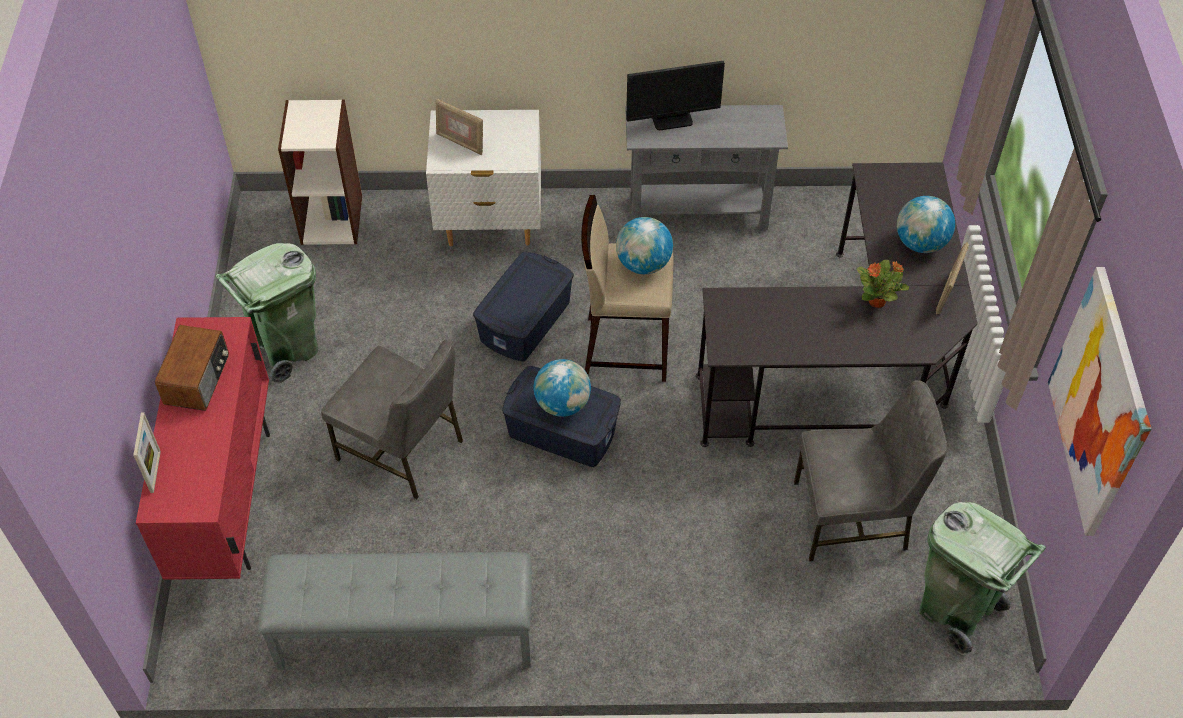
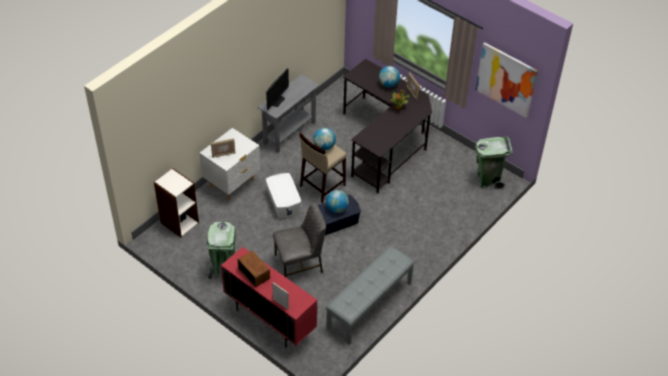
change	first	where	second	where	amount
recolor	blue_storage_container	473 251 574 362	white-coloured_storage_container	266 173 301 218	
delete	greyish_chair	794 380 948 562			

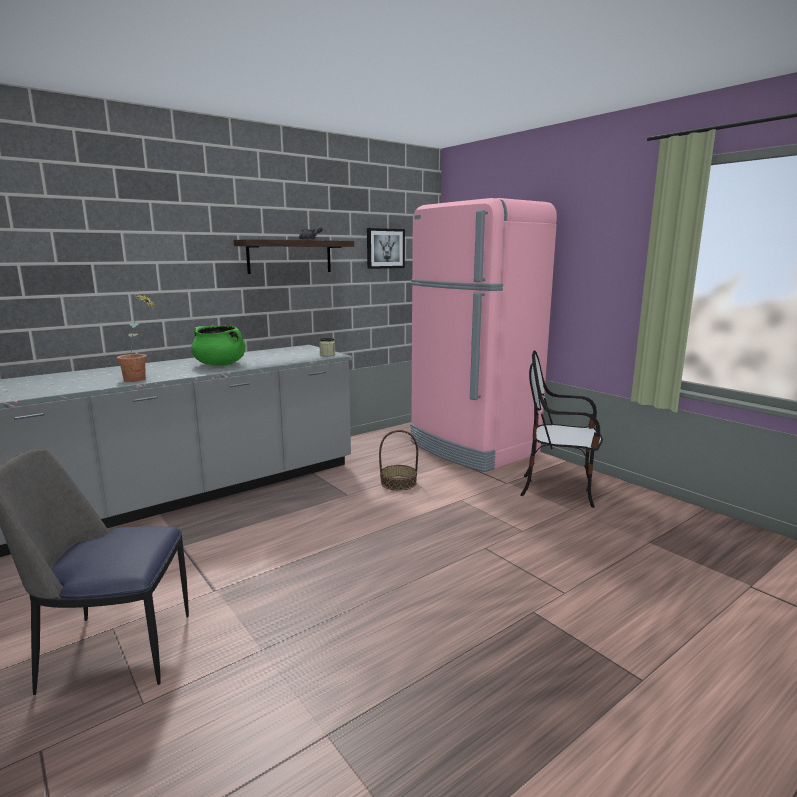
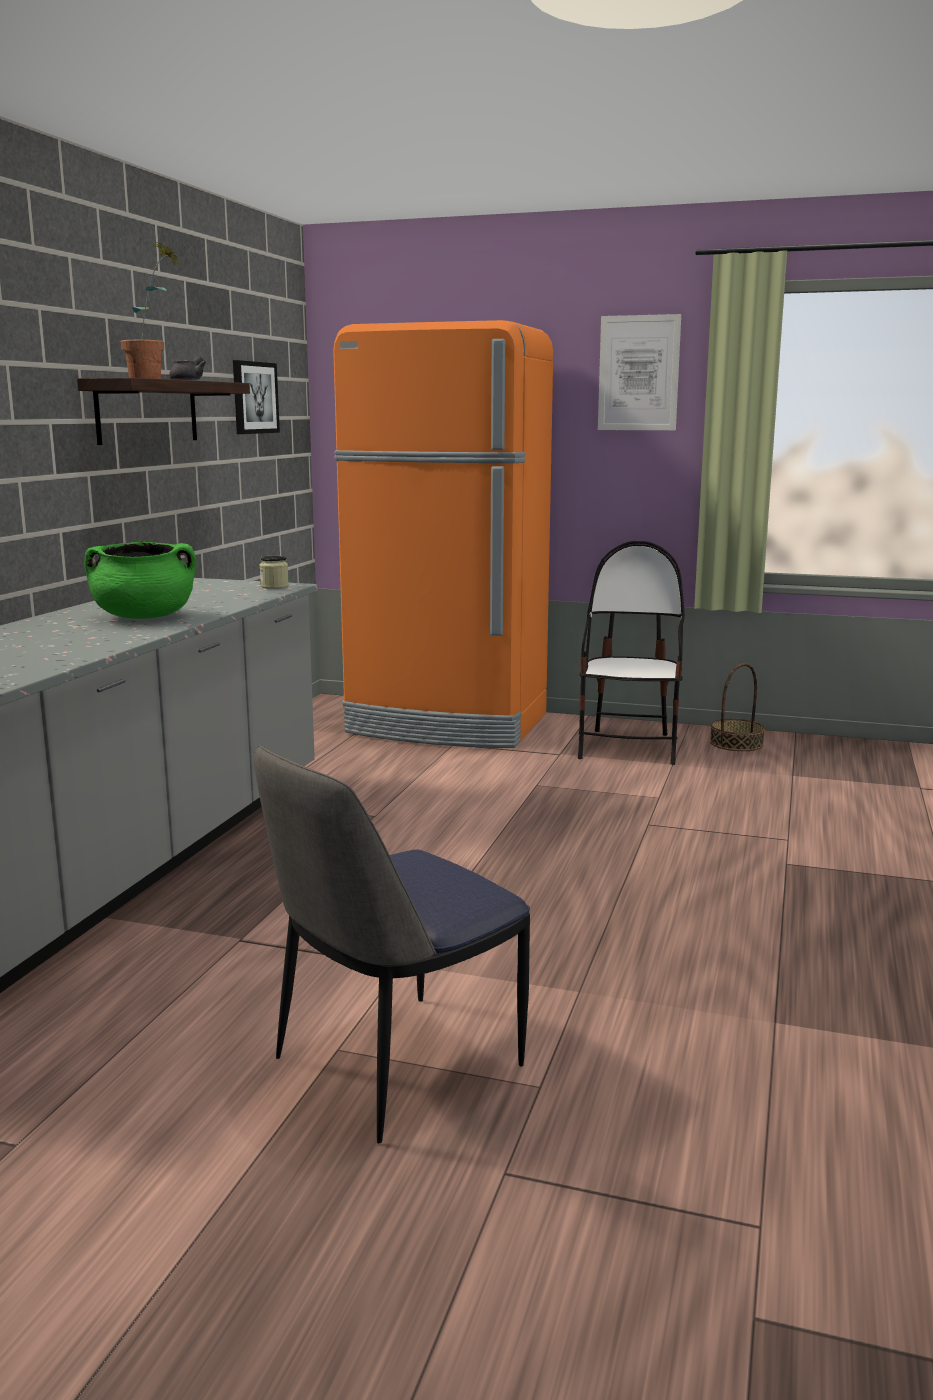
change	first	where	second	where	amount
move	plant_in_a_pot	117 293 155 382		121 239 183 379	
move	basket	379 430 418 491		710 663 765 751	
recolor	pinkish_fridge	410 198 557 472	orangey_fridge	333 320 553 748	
rotate	chair	520 350 603 508		578 541 685 765	120 degrees clockwise
insert			wall_art	598 314 681 430	

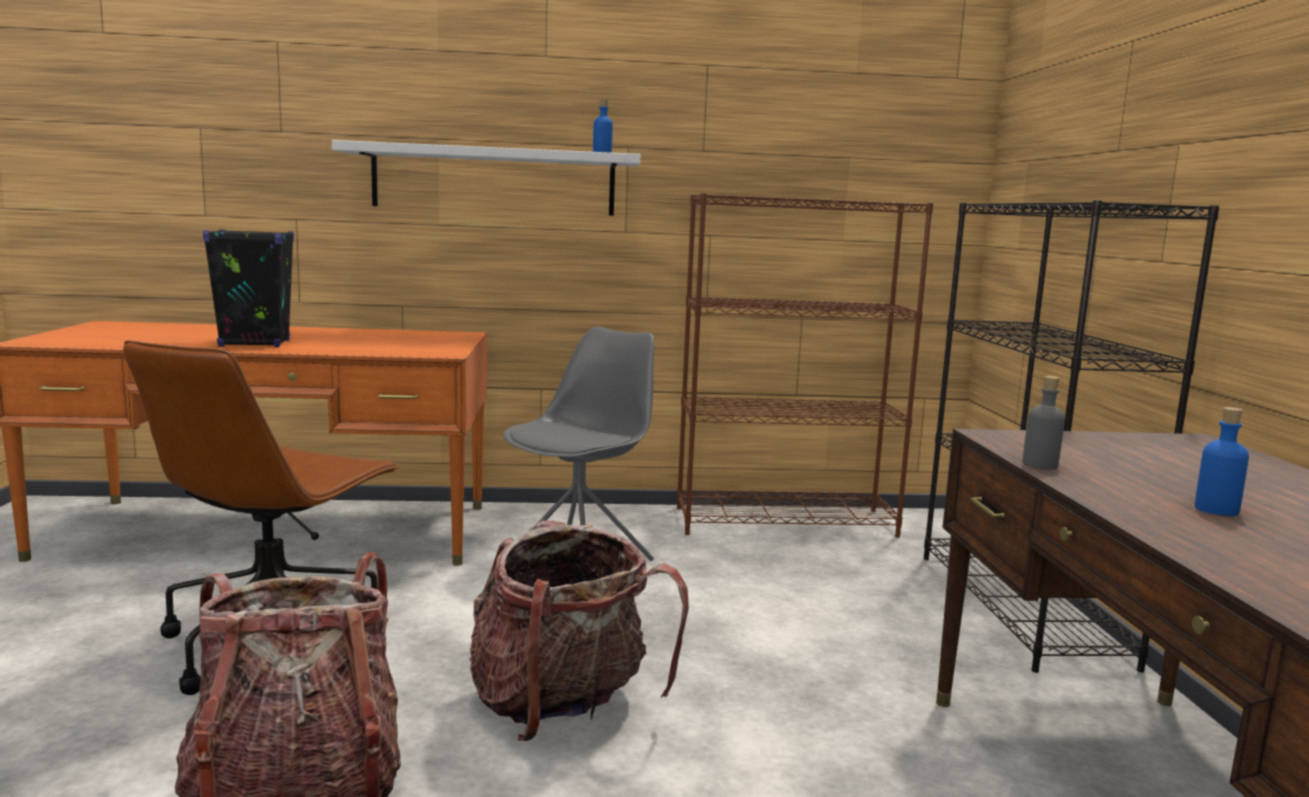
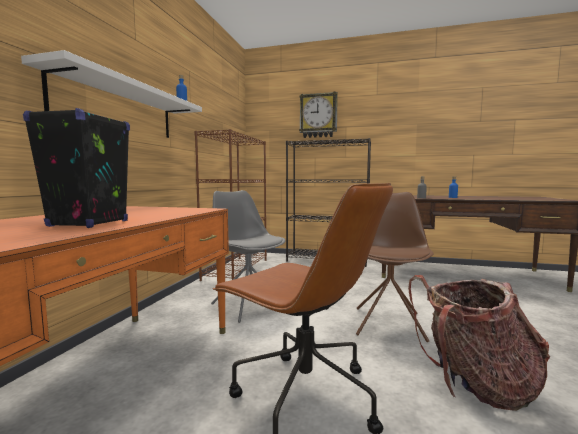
change	first	where	second	where	amount
replace	knapsack	469 520 689 741	brown-coloured_chair	356 192 434 342	
insert			hanging_clock	299 92 338 138	

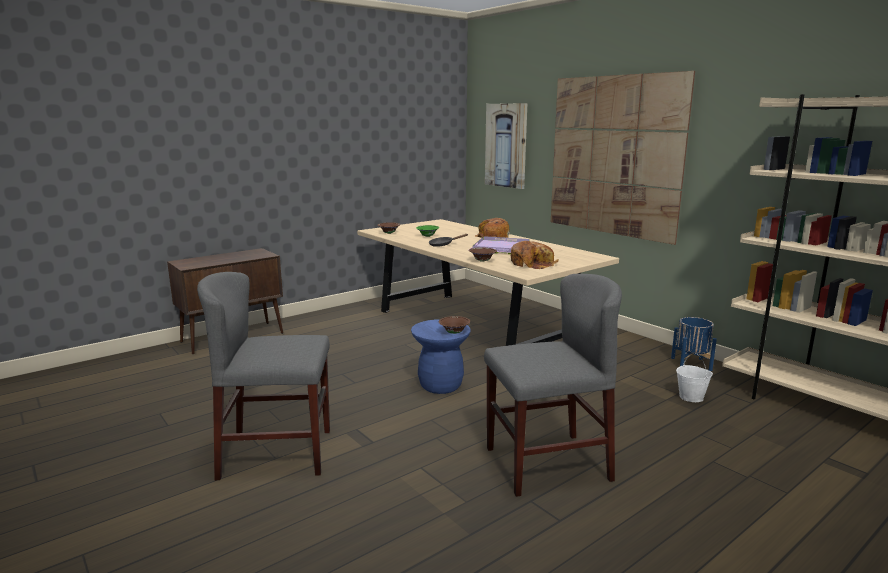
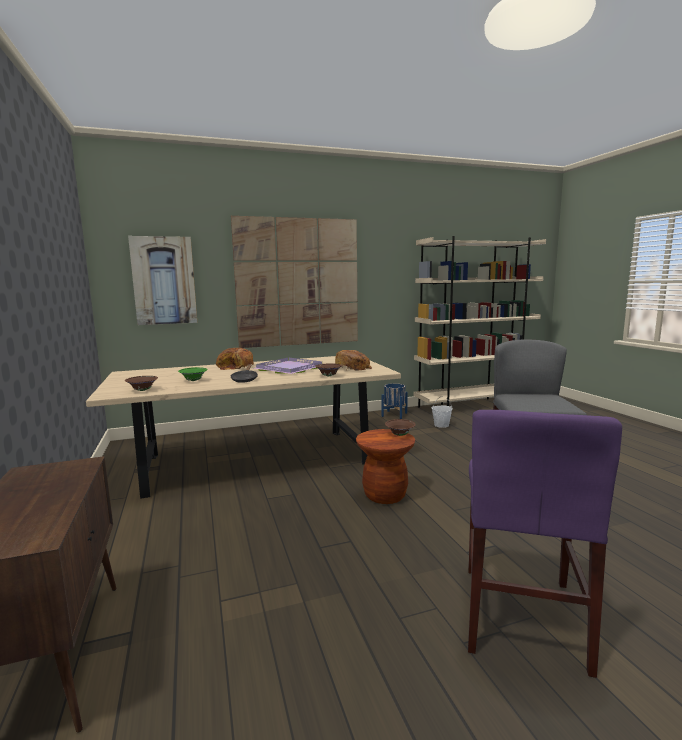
change	first	where	second	where	amount
recolor	greyish_chair	197 272 330 480	purple-coloured_chair	468 410 622 678	
recolor	blue_sitting_stool	411 319 471 394	brown-coloured_sitting_stool	356 429 415 504	

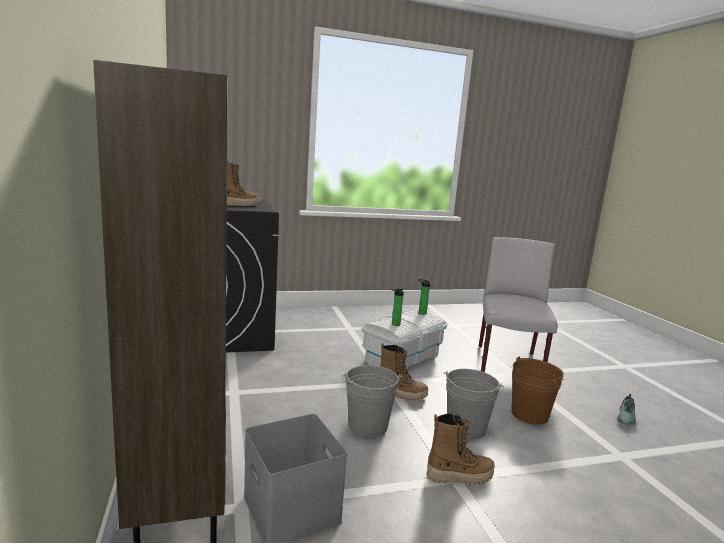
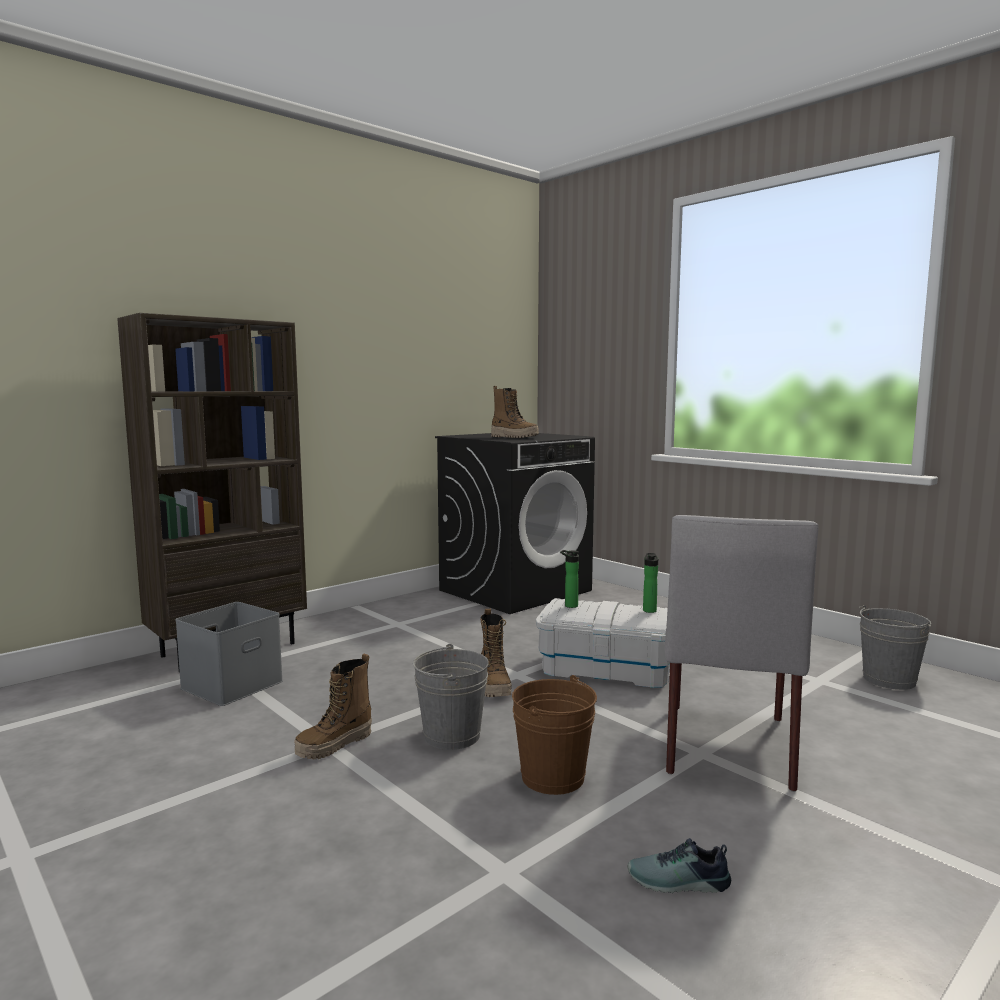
change	first	where	second	where	amount
move	greyish_water_bucket	343 365 403 437		859 605 931 690	
rotate	high-top_boot	427 413 495 485		294 654 372 760	75 degrees clockwise
rotate	greyish_chair	479 237 558 372		665 515 818 792	120 degrees clockwise

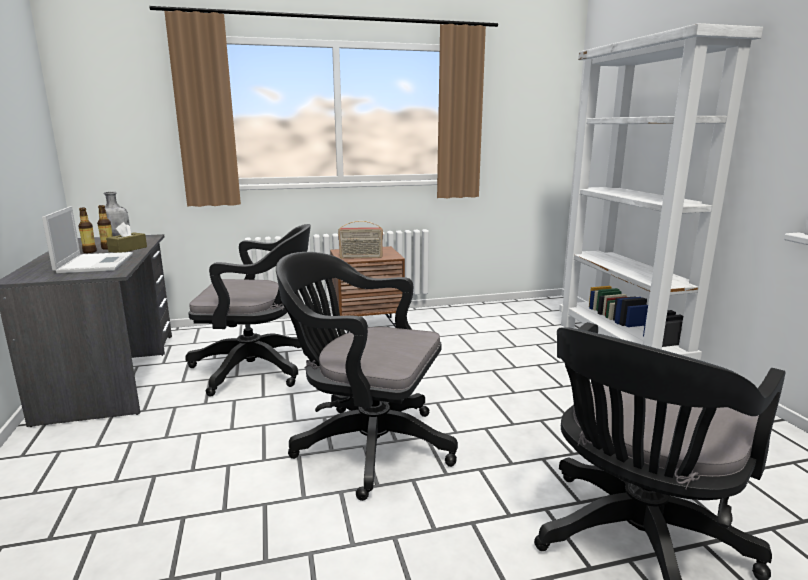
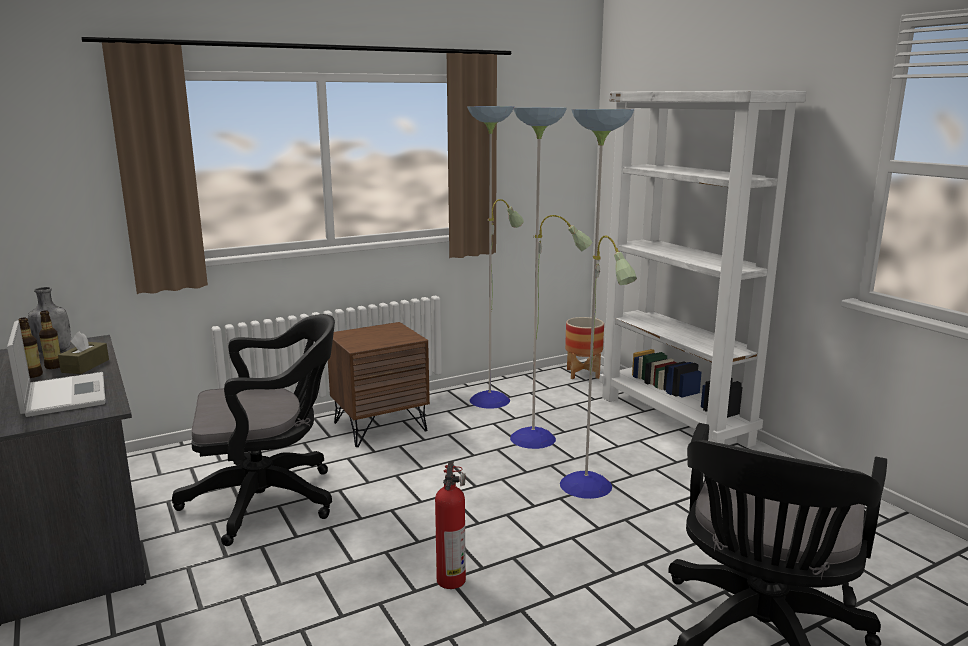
change	first	where	second	where	amount
replace	blackish_office_chair	276 252 458 501	extinguisher	435 461 466 589	
delete	radio_receiver	338 221 383 259			
insert			standard_lamp	467 106 637 499	
insert			plant_pot	565 317 604 379	

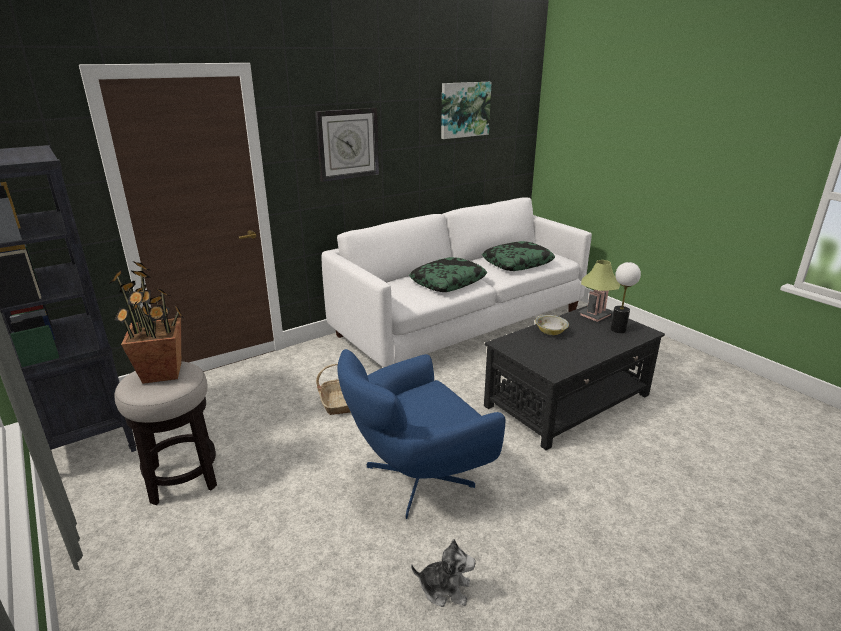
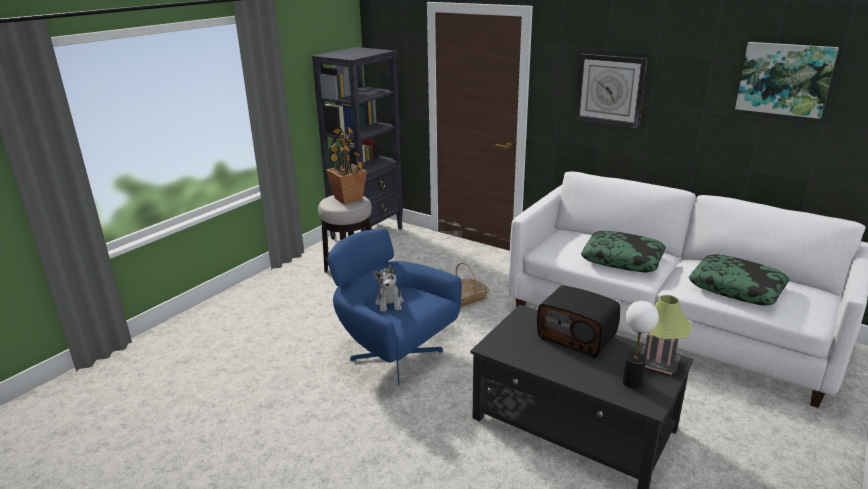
change	first	where	second	where	amount
move	plush_toy	411 539 475 607		373 264 404 312	
replace	serving_bowl	535 315 569 335	radio_receiver	537 285 620 358	

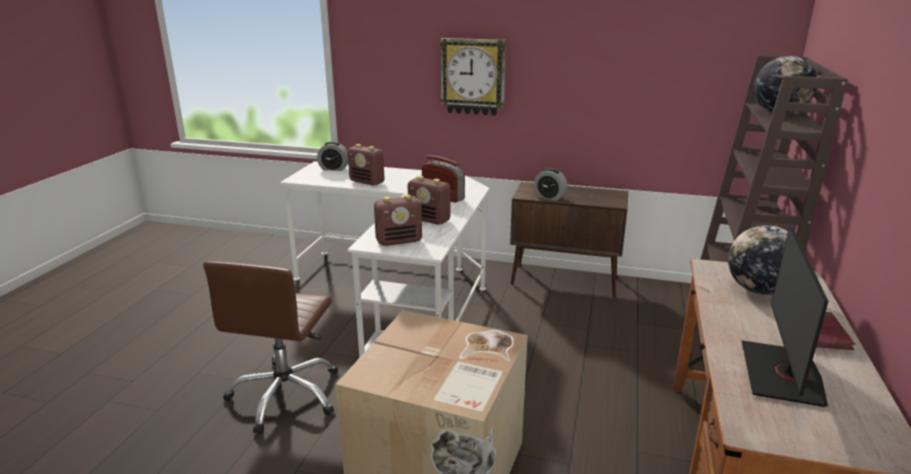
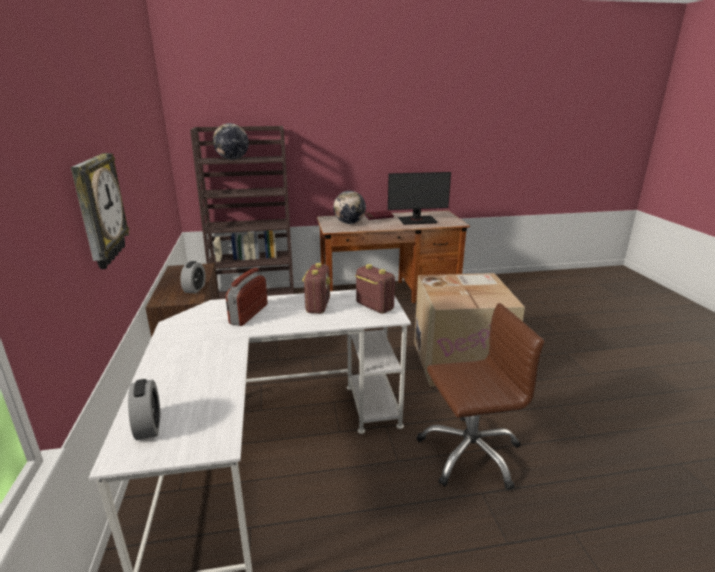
change	first	where	second	where	amount
delete	radio_receiver	348 144 384 186			

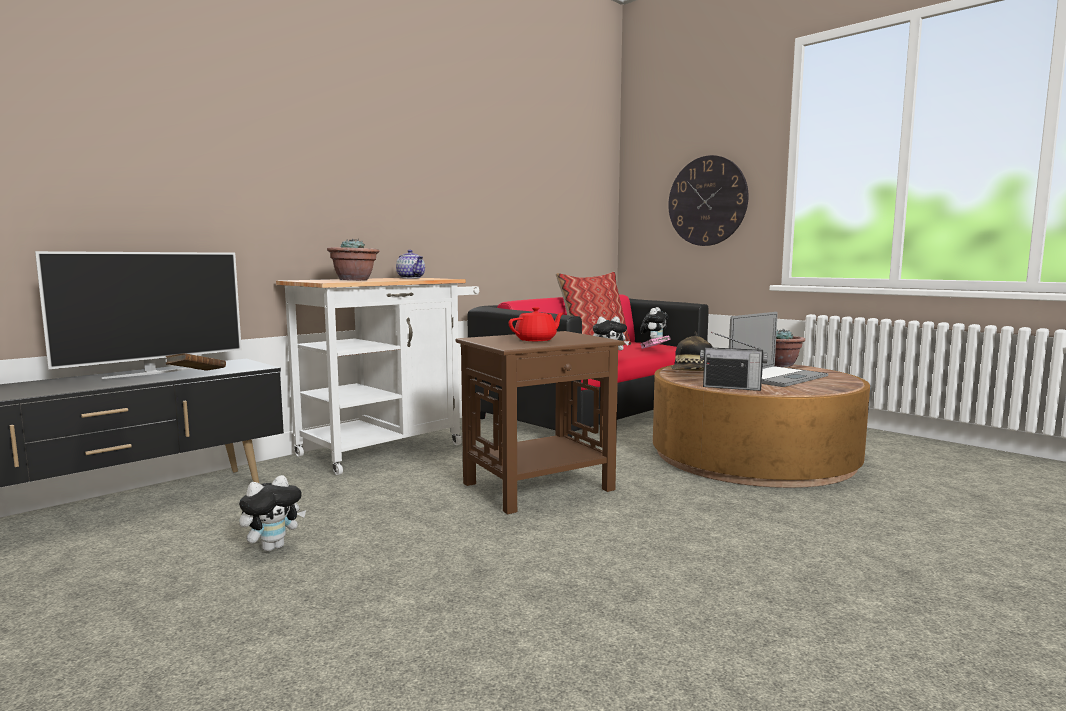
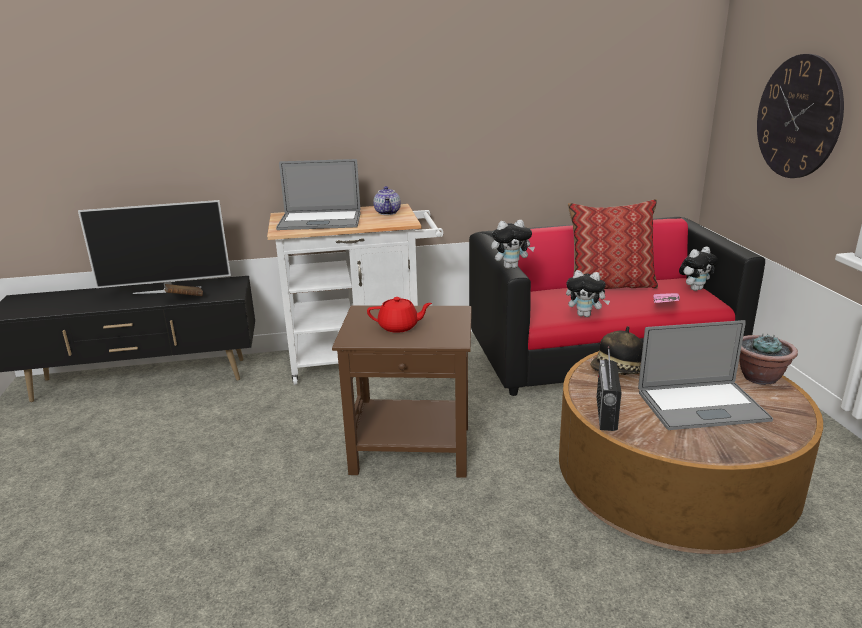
change	first	where	second	where	amount
move	plush_toy	239 475 306 552		491 220 535 269	
replace	plant_in_a_pot	327 239 379 280	notebook_computer	276 159 361 230	
rotate	radio_receiver	700 332 768 391		597 346 622 431	45 degrees clockwise

